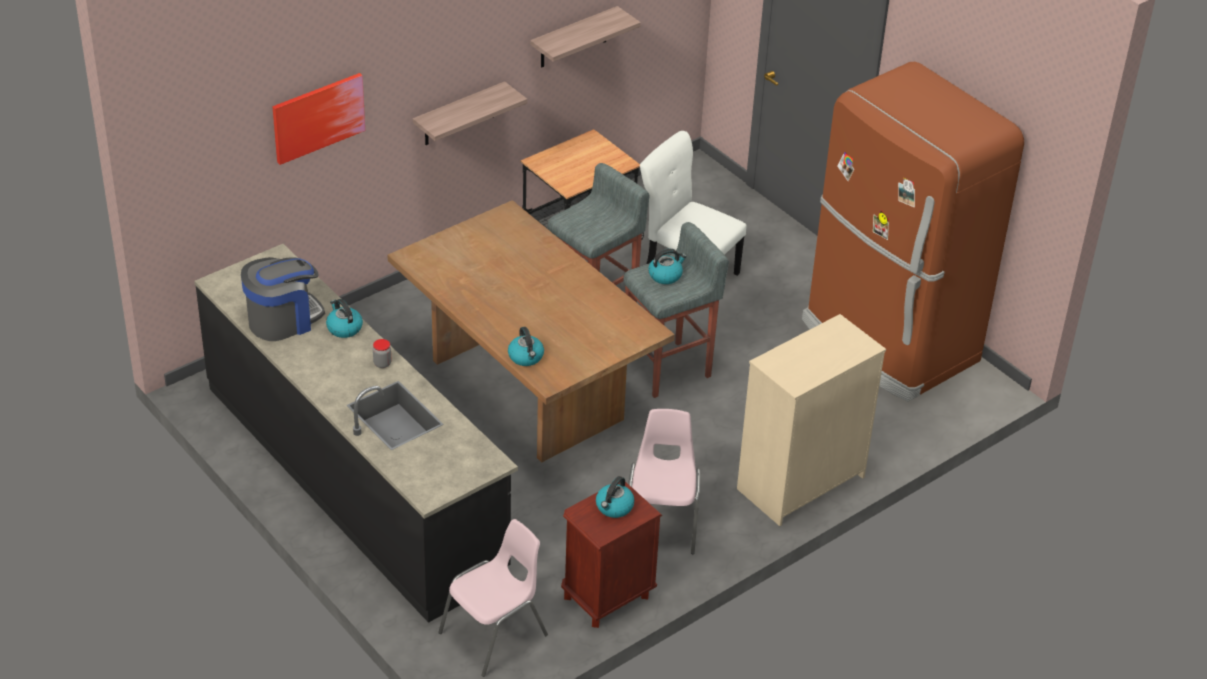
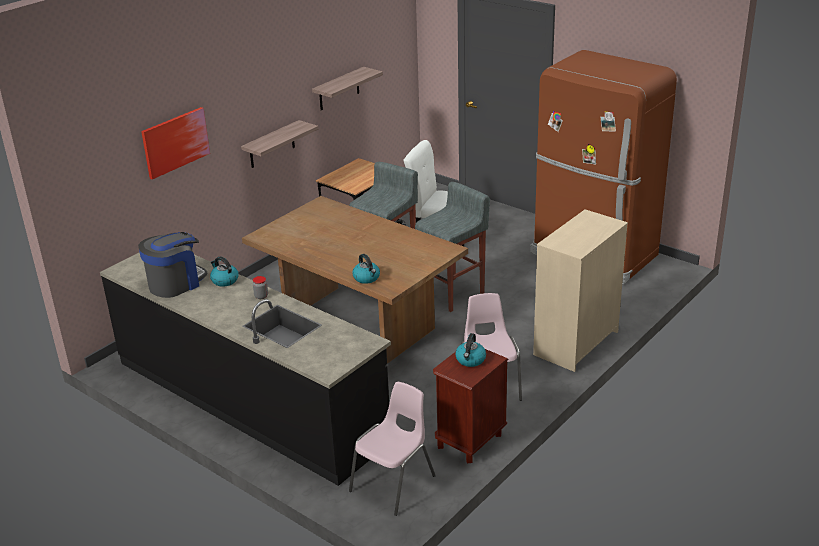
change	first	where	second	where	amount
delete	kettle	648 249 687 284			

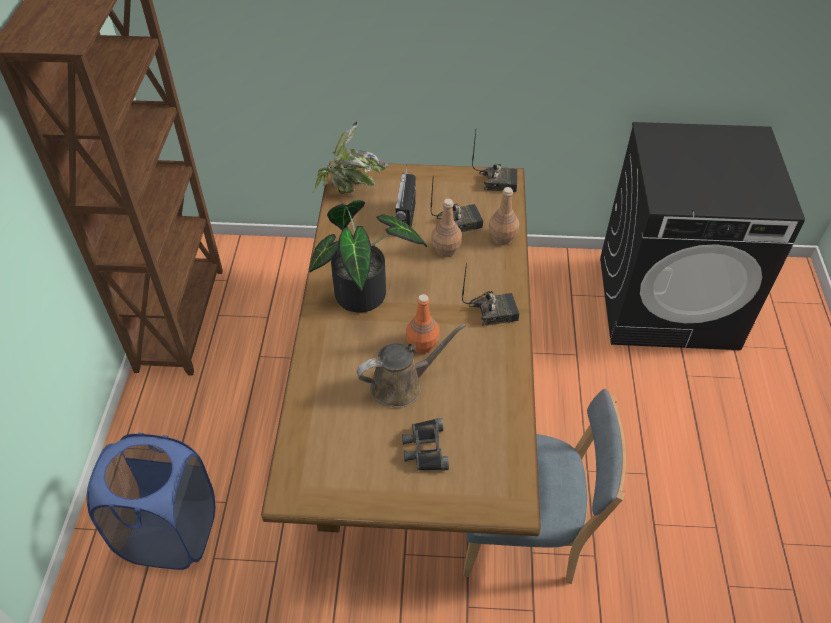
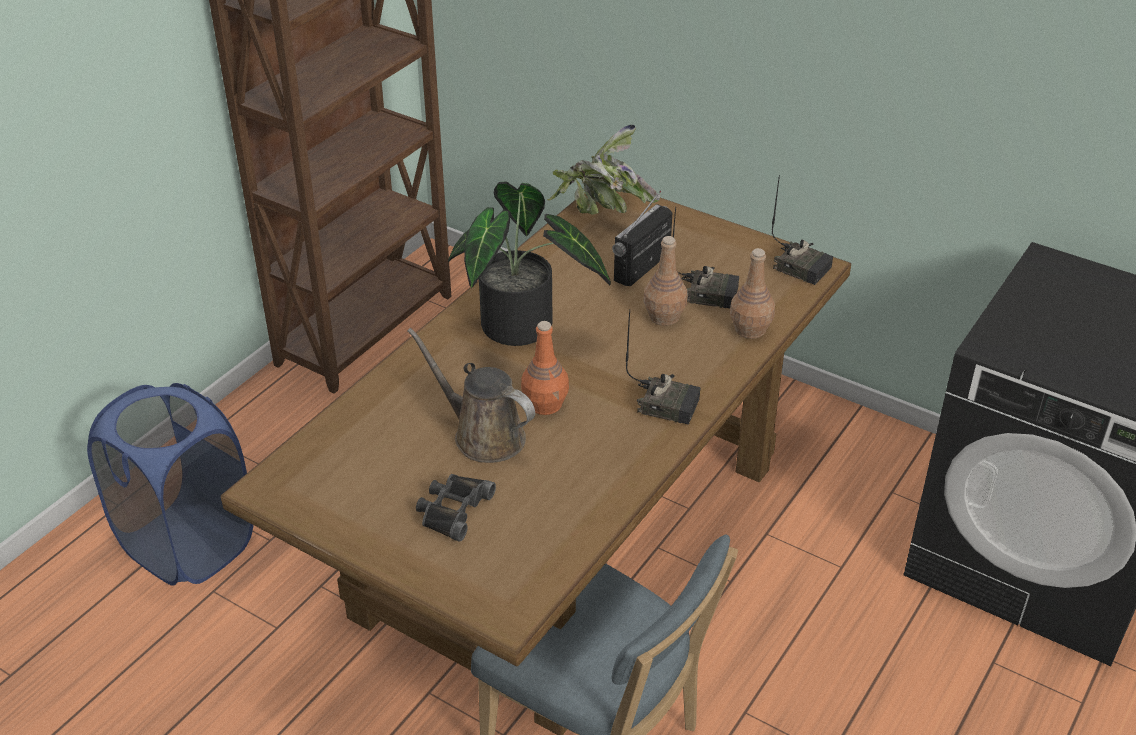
change	first	where	second	where	amount
rotate	brown-coloured_watering_can	357 323 466 408		407 328 535 463	150 degrees counterclockwise

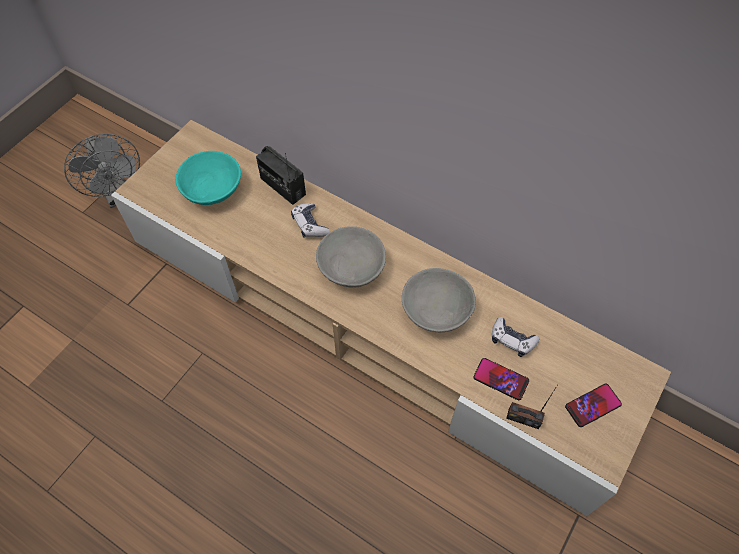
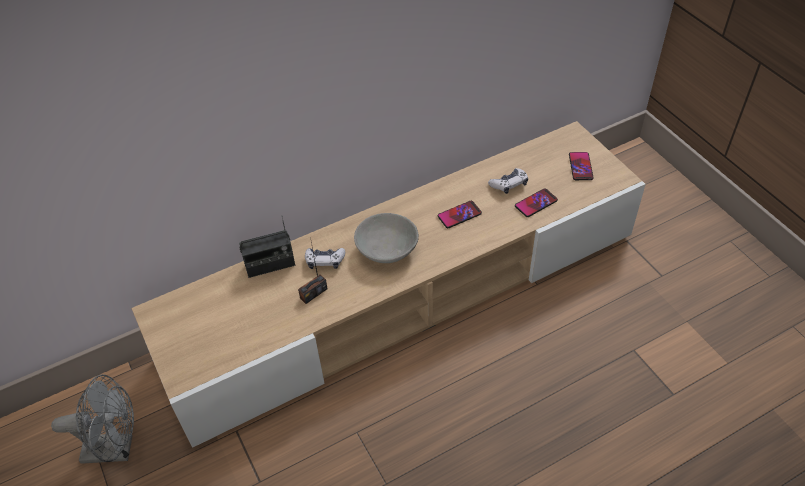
change	first	where	second	where	amount
delete	turquoise-coloured_serving_bowl	175 151 241 205			
replace	greyish_serving_bowl	402 268 476 332	handset	438 201 482 228	
move	radio_receiver	506 386 557 429		298 242 328 304	

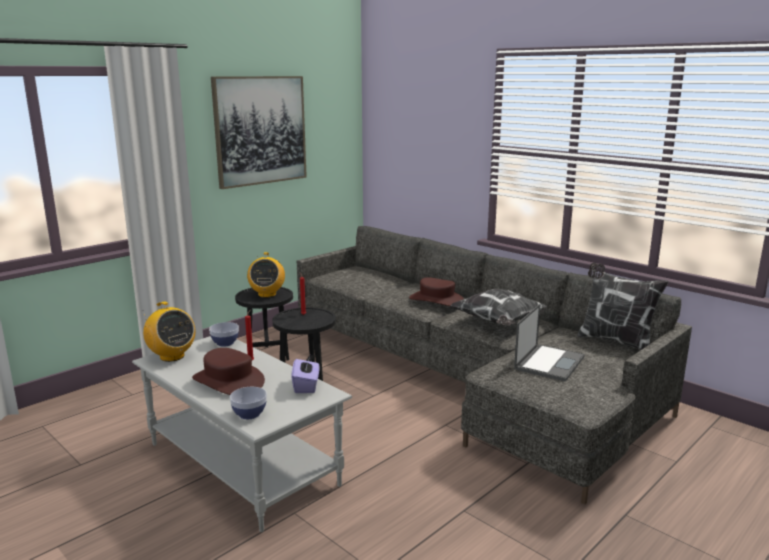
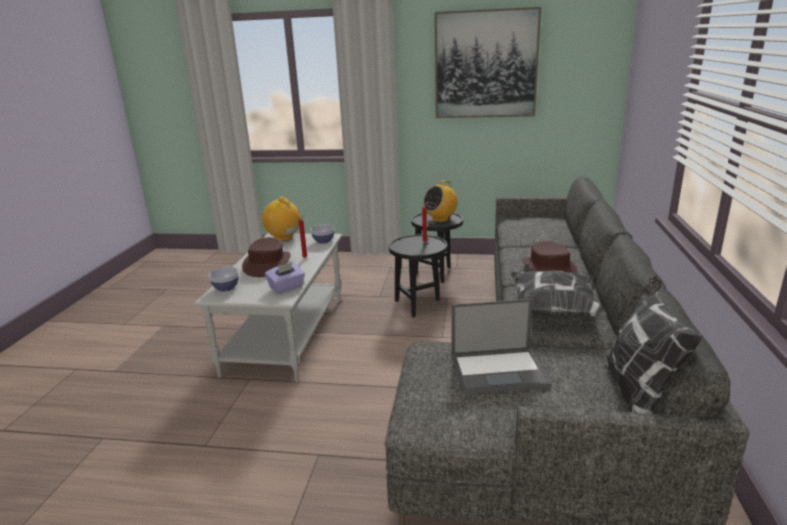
change	first	where	second	where	amount
rotate	radio_receiver	142 301 196 362		262 196 301 241	120 degrees clockwise

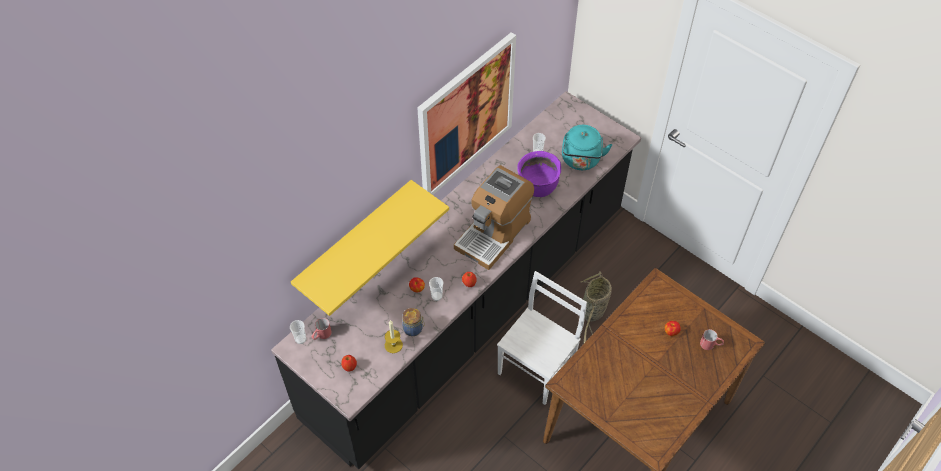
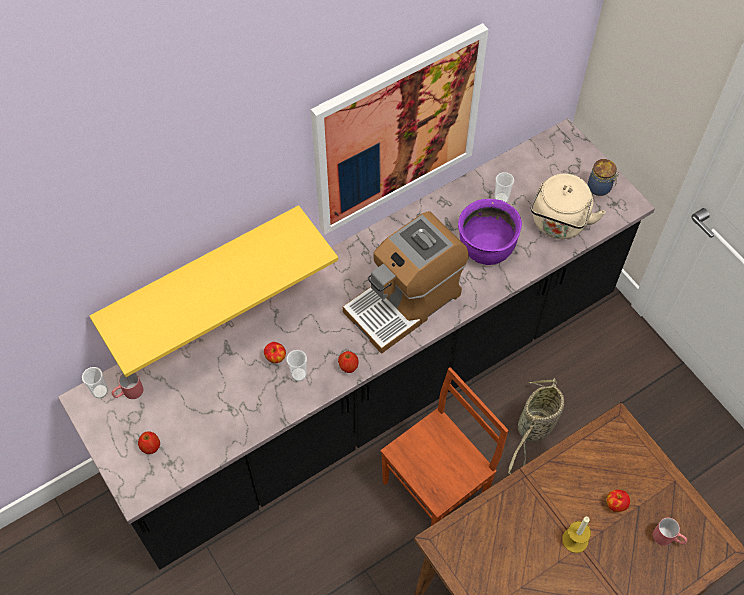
change	first	where	second	where	amount
move	candle	385 320 403 353		562 517 591 553	
move	preserve_jar	402 308 425 336		588 159 619 196	
recolor	white-coloured_chair	497 271 587 405	brown-coloured_chair	380 367 508 526	
recolor	turquoise-coloured_kettle	562 125 612 170	beige_kettle	530 174 606 239	

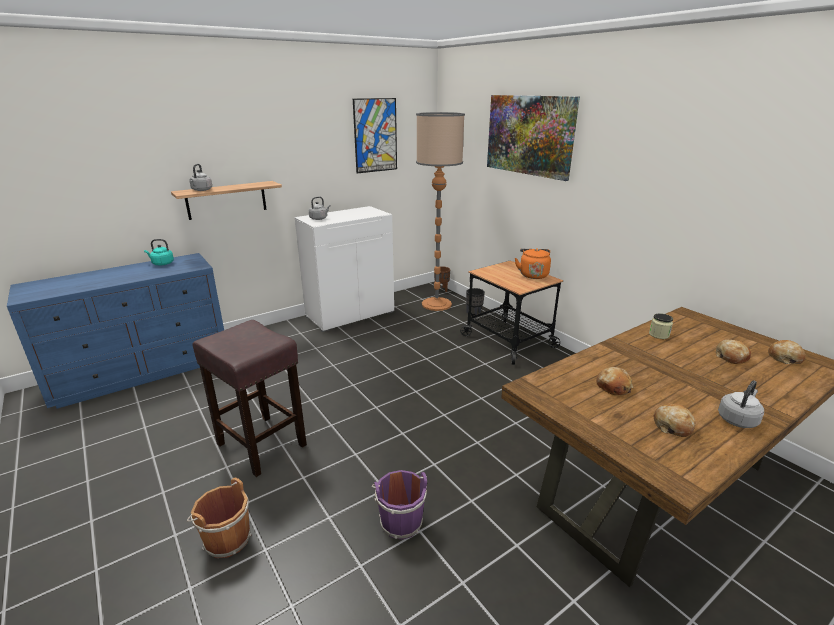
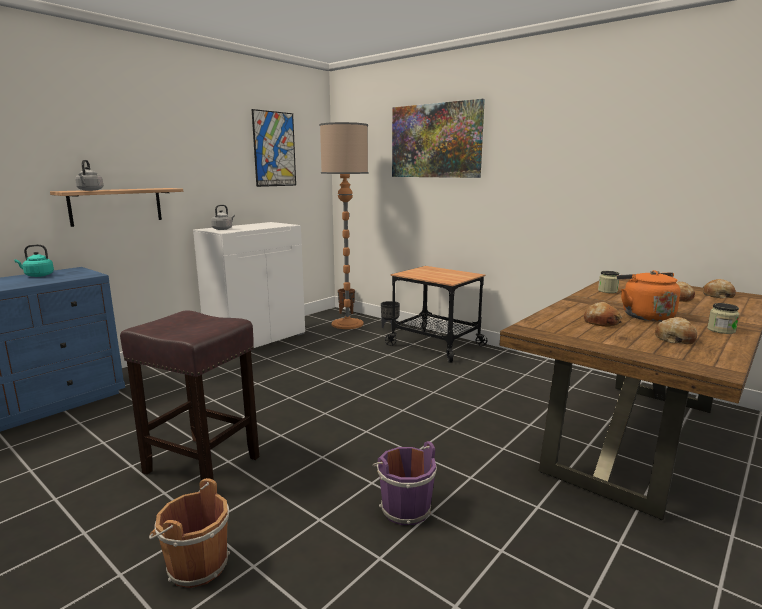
change	first	where	second	where	amount
move	orangey_kettle	515 248 551 279		617 270 680 321	
replace	greyish_kettle	718 380 764 428	preserve_jar	707 303 739 334	

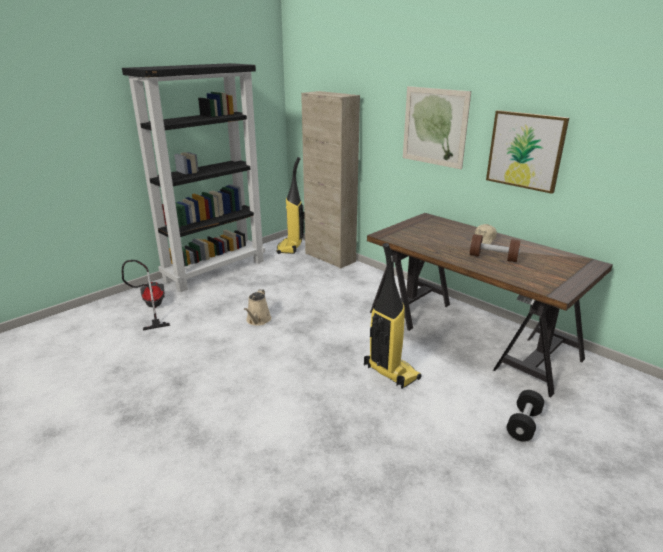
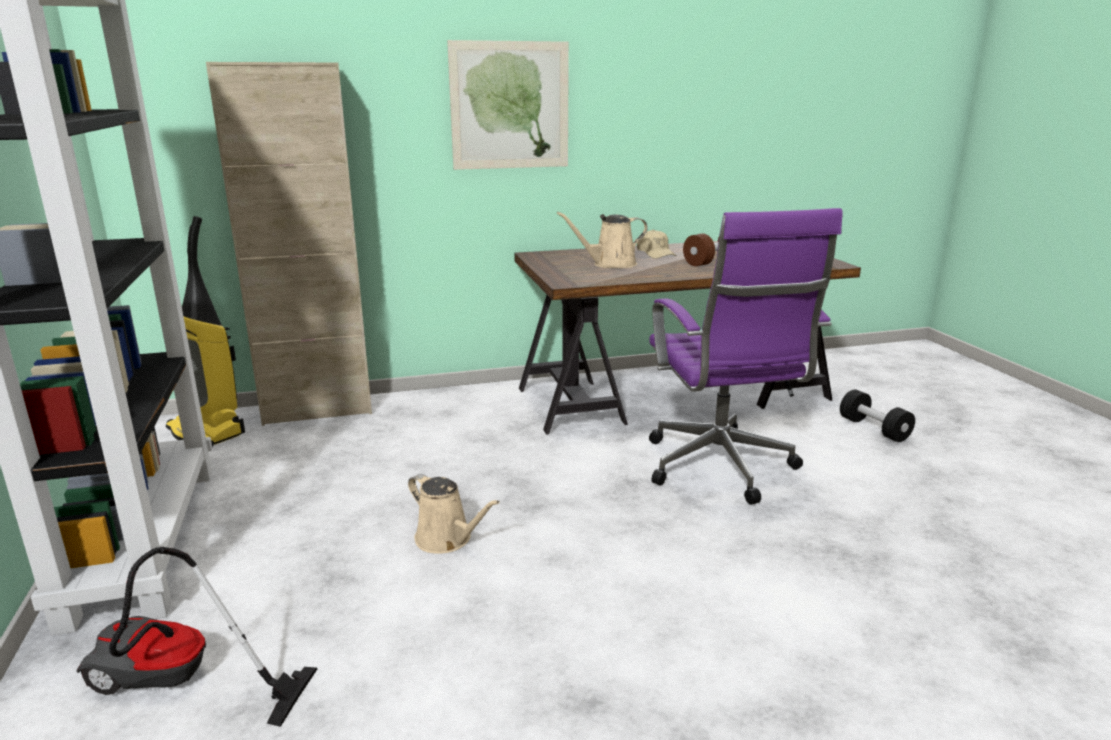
change	first	where	second	where	amount
replace	vacuum	364 243 422 389	purple-coloured_office_chair	649 208 843 505	
delete	wall_art	486 110 569 194			
insert			beige_watering_can	557 212 648 269	

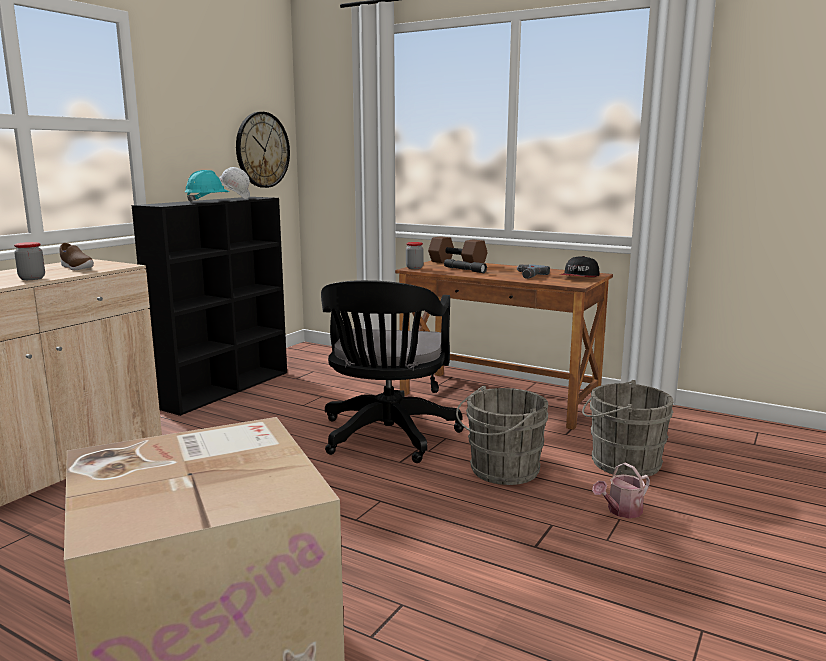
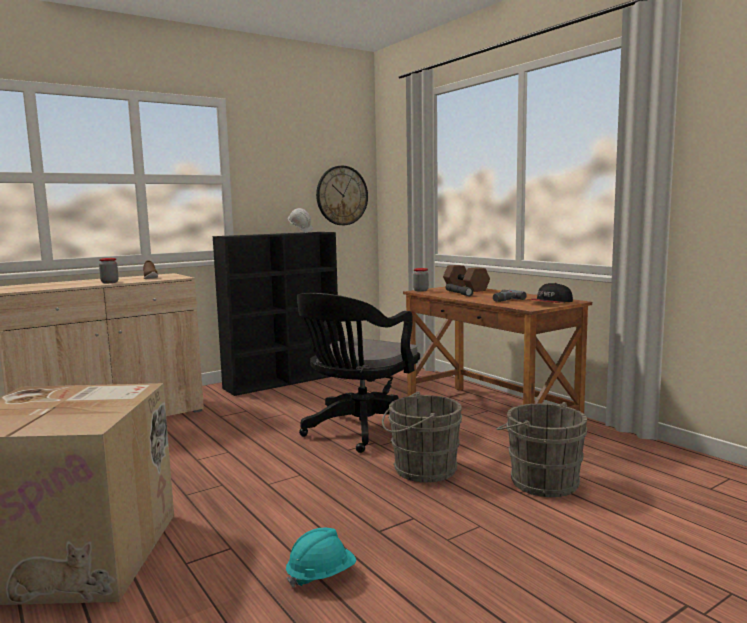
change	first	where	second	where	amount
move	turquoise-coloured_hard_hat	185 170 229 203		286 528 356 588	
delete	watering_can	592 463 650 519			

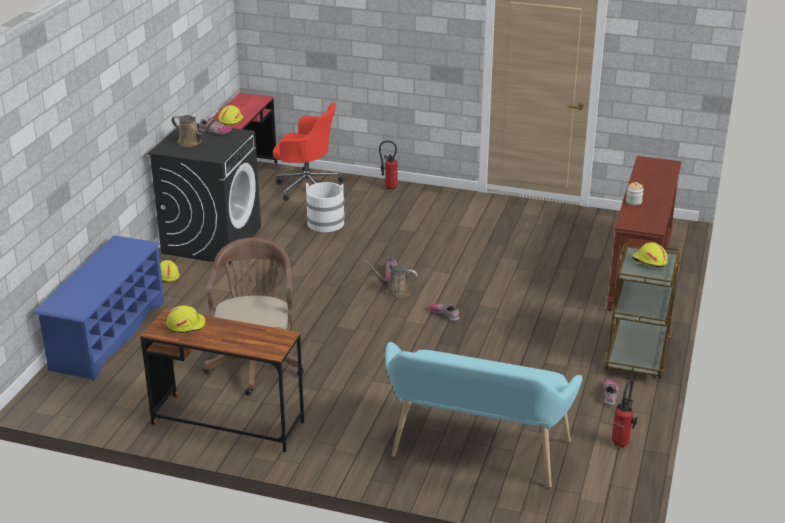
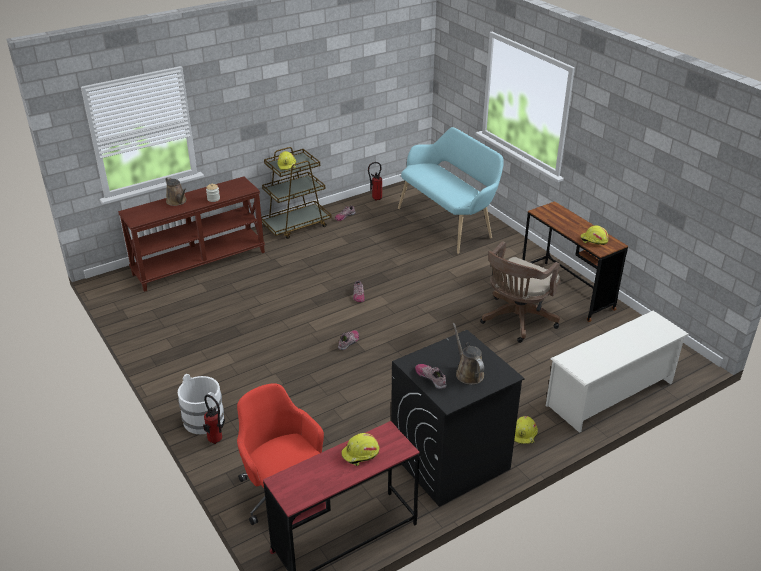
change	first	where	second	where	amount
recolor	blue_shoe_shelf	33 235 164 381	white-coloured_shoe_shelf	546 311 689 433	
move	white-coloured_water_bucket	306 182 345 232		178 374 224 434	
move	brown-coloured_watering_can	364 260 418 298		166 177 186 206	

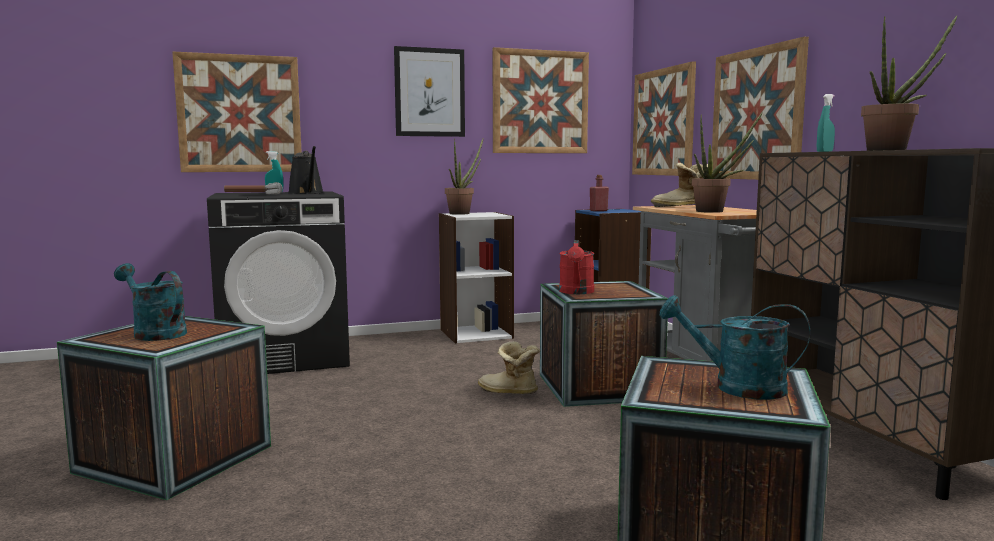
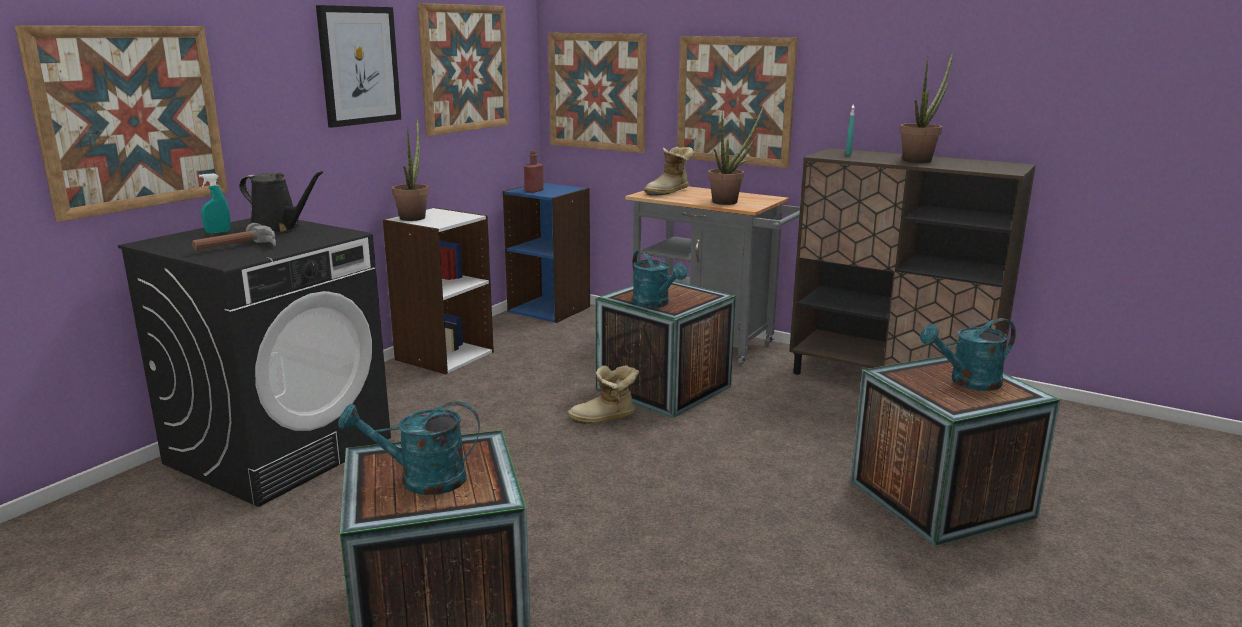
change	first	where	second	where	amount
recolor	red-coloured_watering_can	559 240 594 294	turquoise-coloured_watering_can	632 250 687 308	

